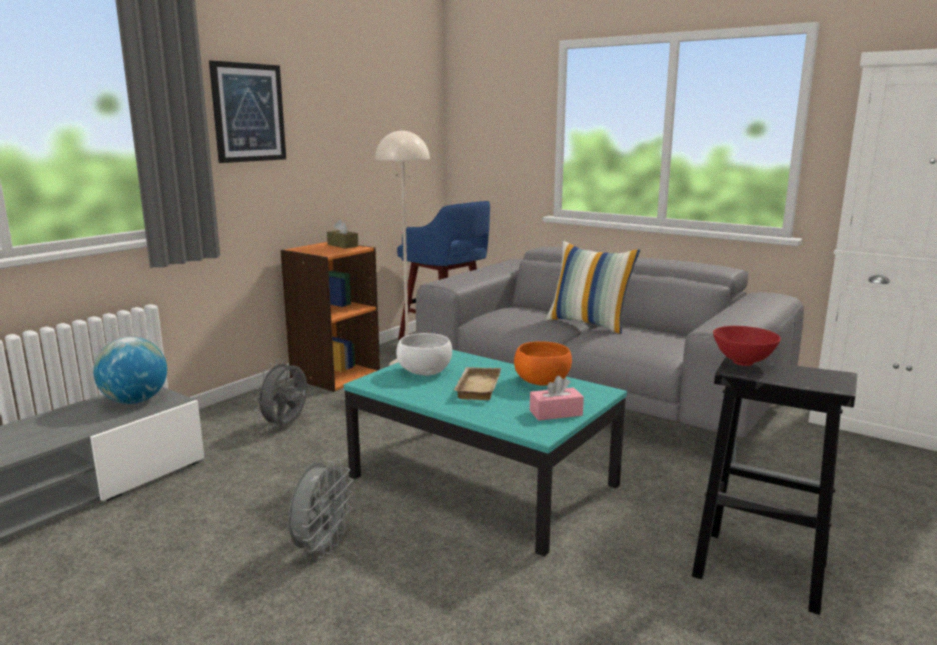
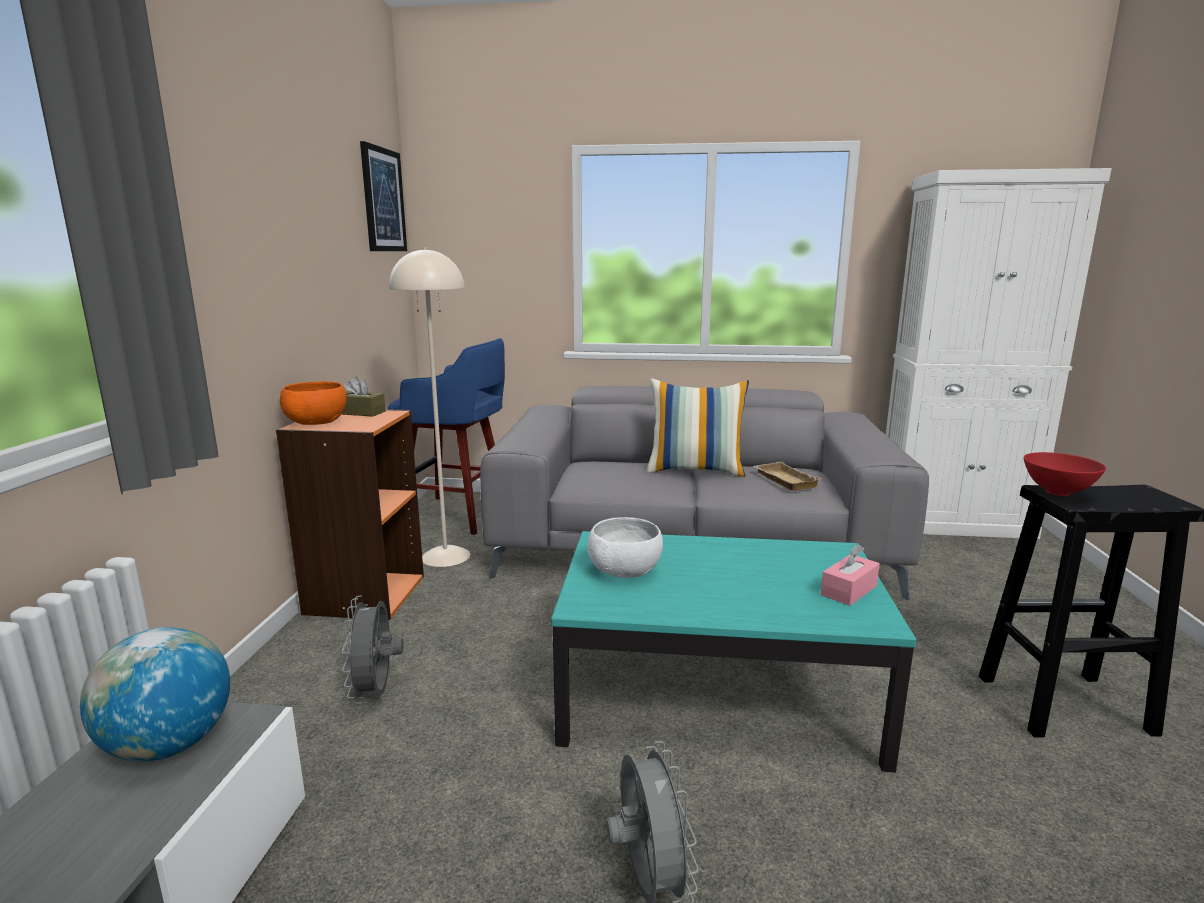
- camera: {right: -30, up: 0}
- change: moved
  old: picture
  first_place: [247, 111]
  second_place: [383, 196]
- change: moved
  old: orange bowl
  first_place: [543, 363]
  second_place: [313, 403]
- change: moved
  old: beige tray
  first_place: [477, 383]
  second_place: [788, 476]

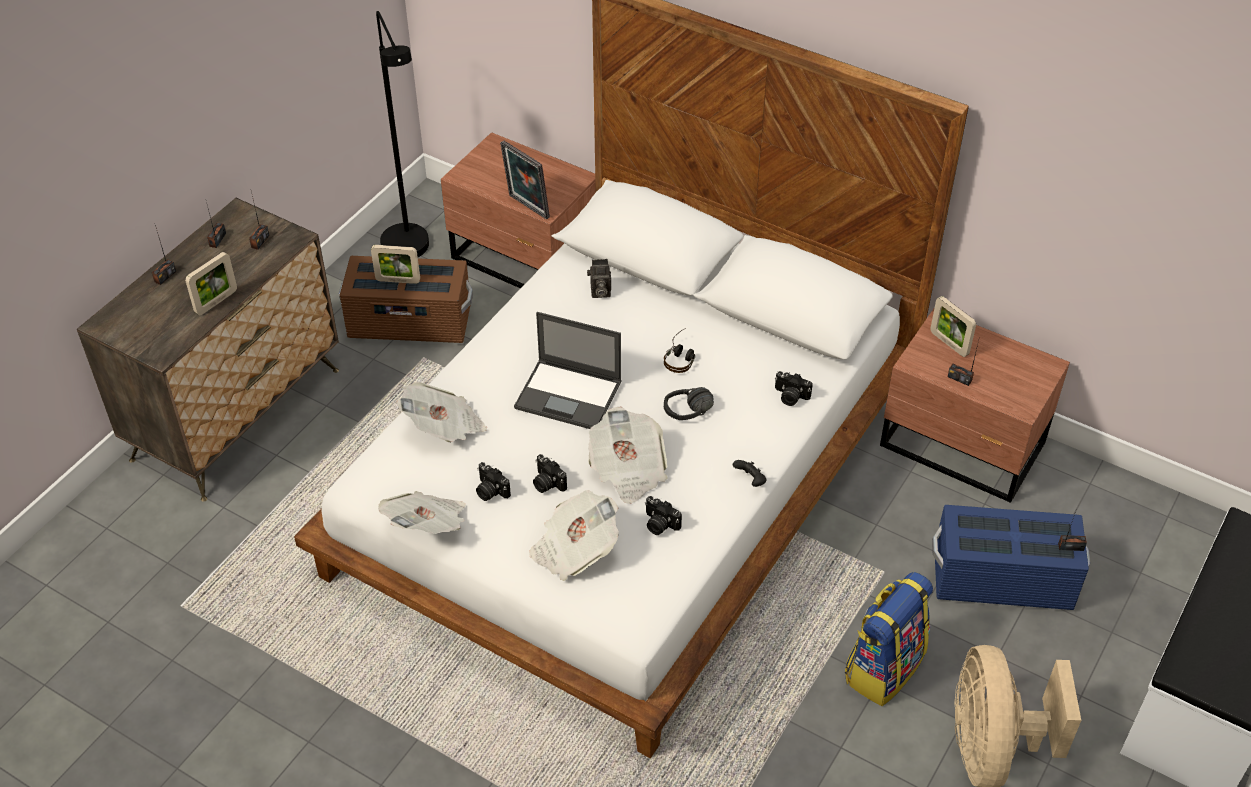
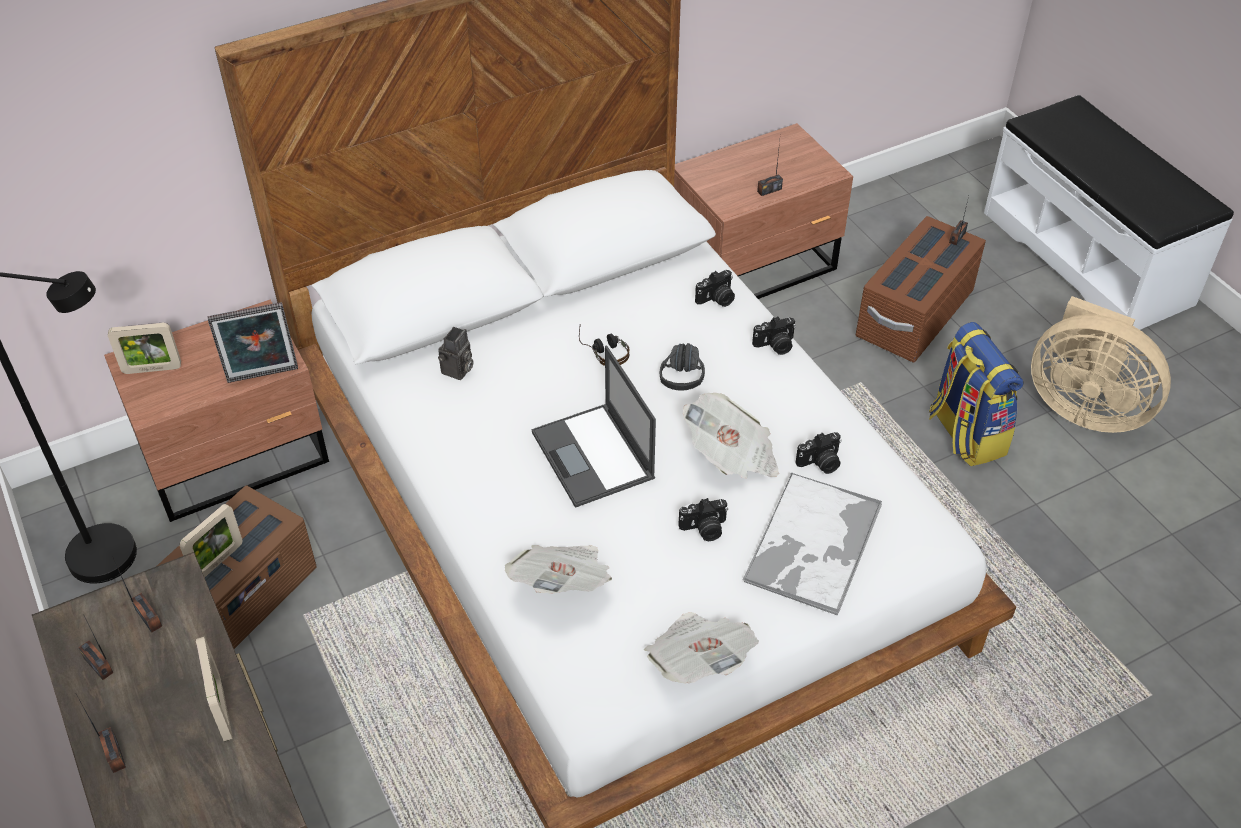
- camera: {right: -60, up: 0}
- change: moved
  old: picture frame
  first_place: [953, 326]
  second_place: [144, 348]
- change: turned
  old: laptop
  first_place: [568, 370]
  second_place: [594, 427]
  degrees: 105
- change: removed
  old: black game controller
  first_place: [749, 473]
- change: moved
  old: photo camera
  first_place: [493, 481]
  second_place: [774, 335]
- change: replaced
  old: newspaper
  new: tray
  first_place: [574, 535]
  second_place: [812, 544]
- change: recoloured
  old: blue storage box
  new: brown storage box
  first_place: [1011, 557]
  second_place: [921, 289]

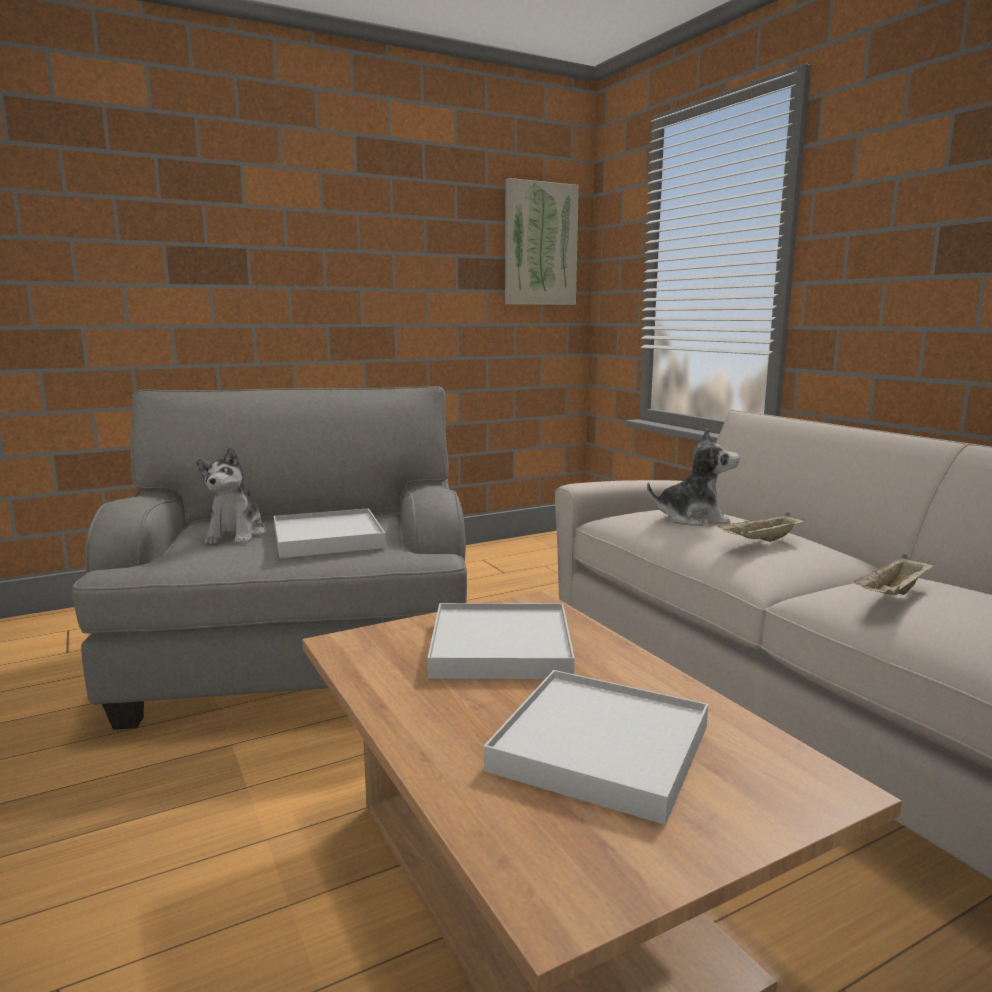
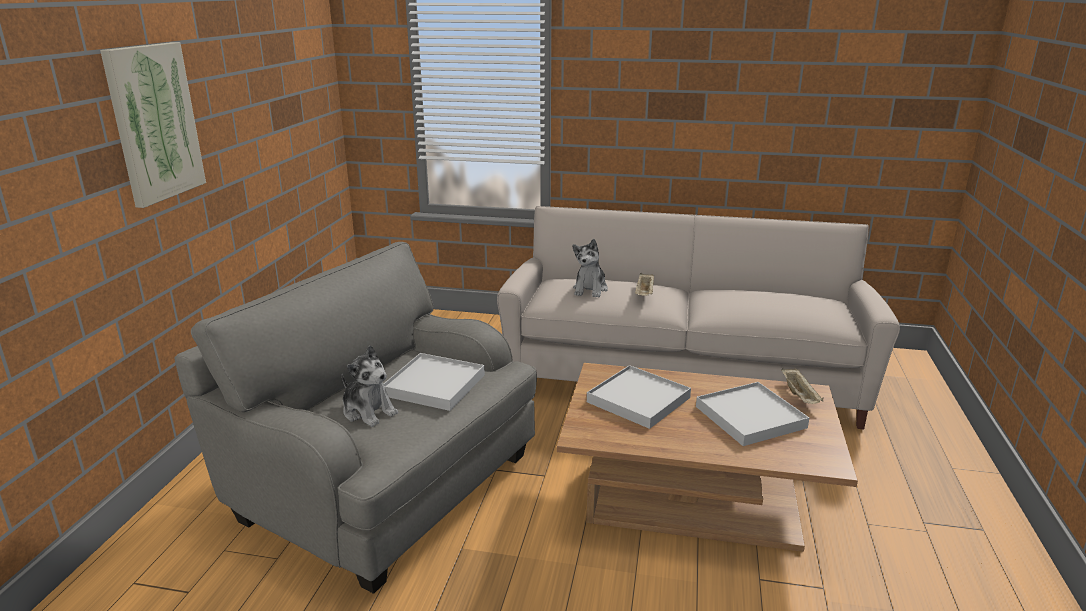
- camera: {right: -50, up: 10}
- change: moved
  old: picture
  first_place: [542, 241]
  second_place: [153, 125]
- change: turned
  old: plush toy
  first_place: [693, 477]
  second_place: [590, 268]
  degrees: 150
- change: moved
  old: beige tray
  first_place: [894, 574]
  second_place: [802, 386]

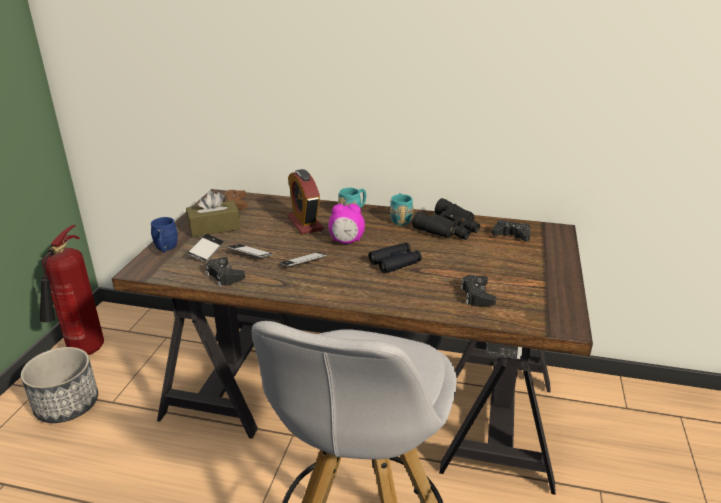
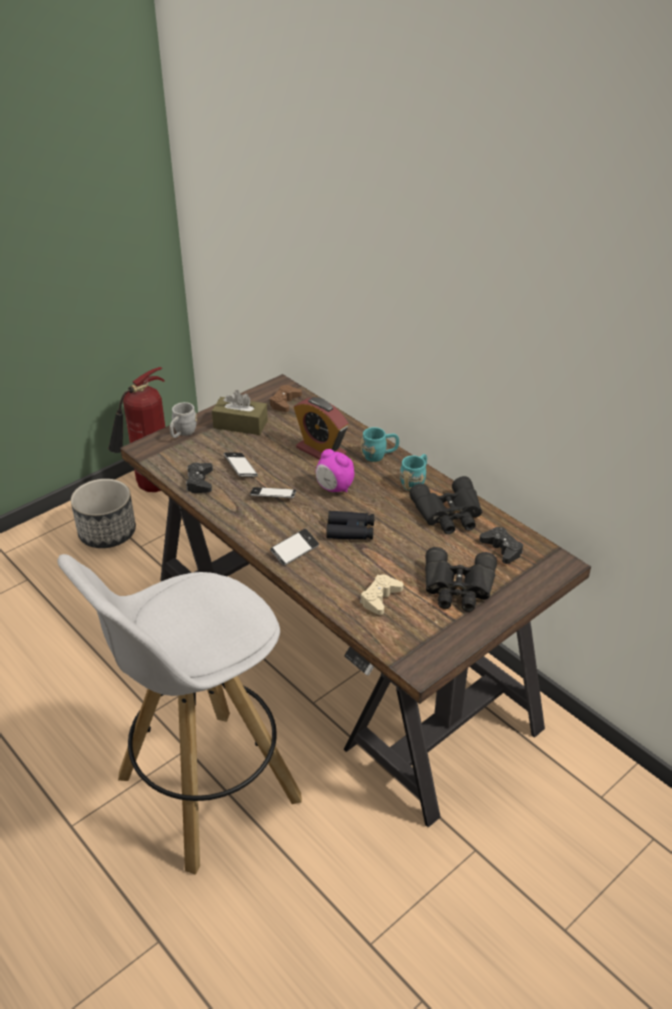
- camera: {right: 35, up: 10}
- change: turned
  old: alarm clock
  first_place: [305, 201]
  second_place: [321, 428]
  degrees: -60
- change: recoloured
  old: blue mug
  new: grey mug
  first_place: [164, 235]
  second_place: [183, 420]
- change: moved
  old: phone
  first_place: [205, 248]
  second_place: [294, 547]
- change: recoloured
  old: black game controller
  new: beige game controller
  first_place: [478, 291]
  second_place: [381, 595]
- change: added
  new: black binoculars
  second_place: [461, 579]

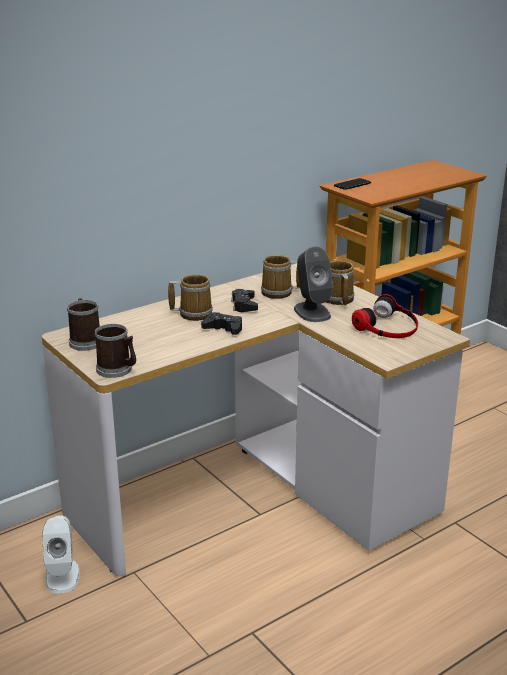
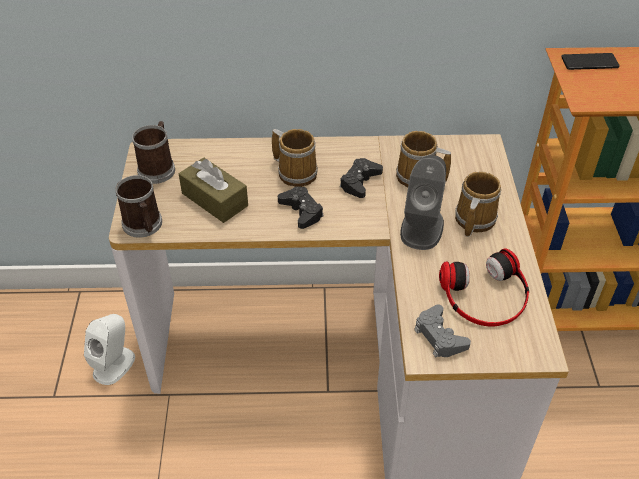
- camera: {right: 35, up: 20}
- change: added
  new: brown tissue box
  second_place: [213, 190]
- change: added
  new: grey game controller
  second_place: [442, 330]

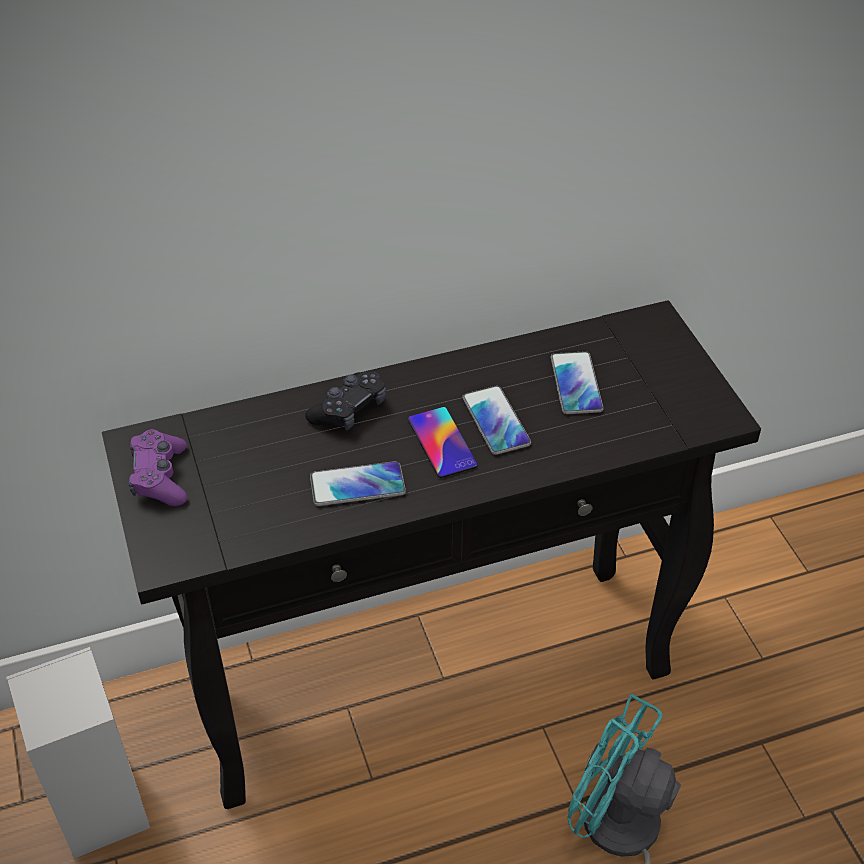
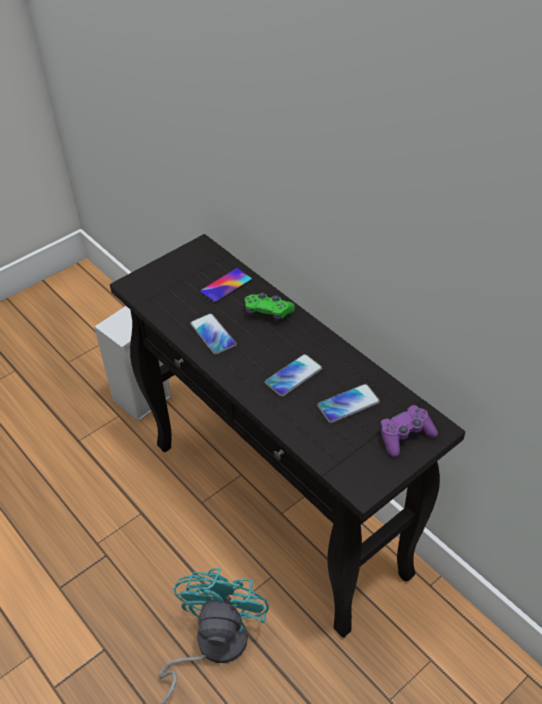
- camera: {right: 70, up: 0}
- change: recoloured
  old: black game controller
  new: green game controller
  first_place: [345, 401]
  second_place: [270, 307]
- change: moved
  old: phone
  first_place: [443, 442]
  second_place: [226, 285]
- change: moved
  old: purple game controller
  first_place: [157, 467]
  second_place: [409, 431]

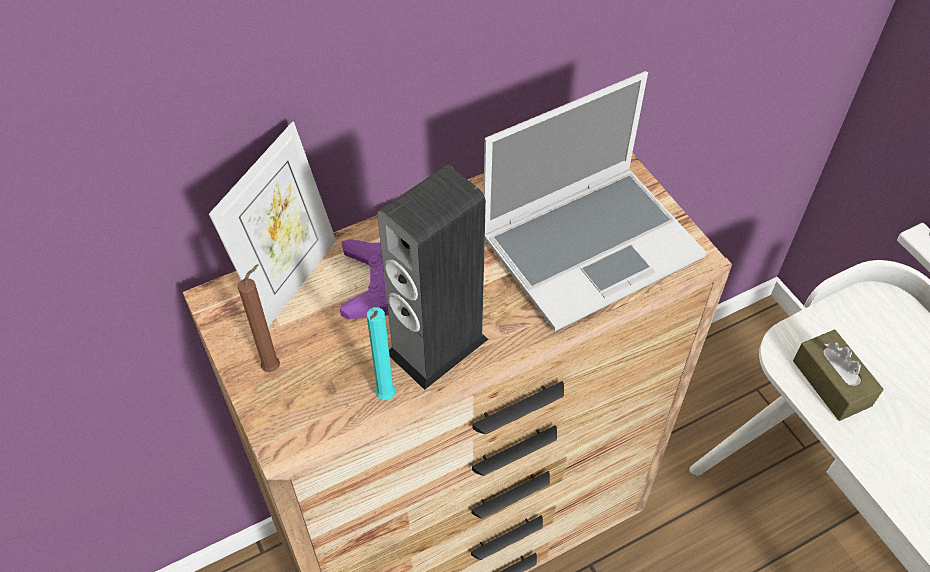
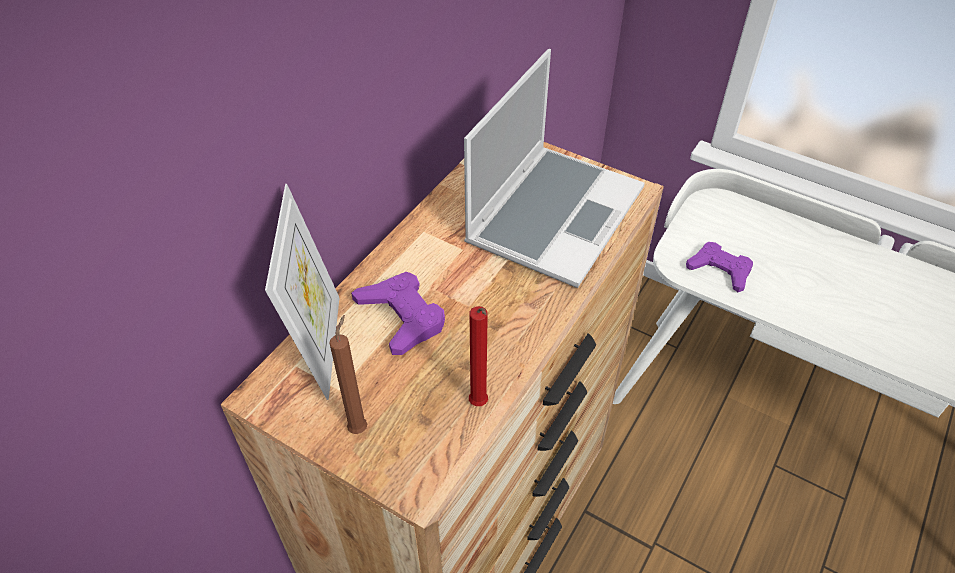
- camera: {right: -30, up: -5}
- change: removed
  old: speaker
  first_place: [432, 277]
- change: recoloured
  old: turquoise candle
  new: red candle
  first_place: [381, 353]
  second_place: [478, 356]
- change: replaced
  old: brown tissue box
  new: purple game controller
  first_place: [838, 375]
  second_place: [719, 267]

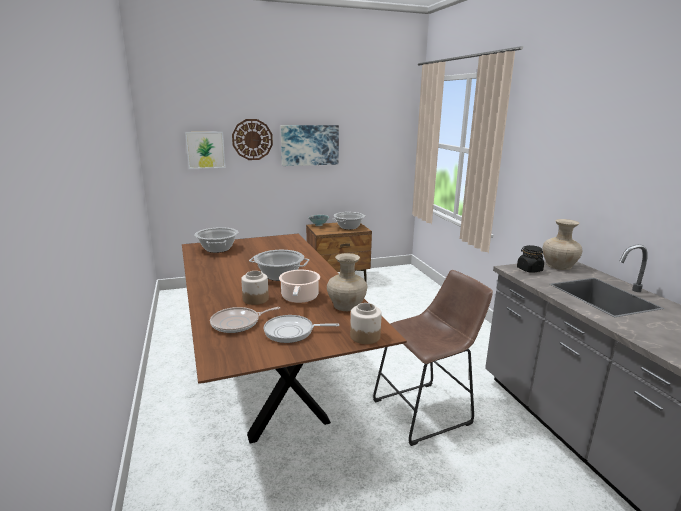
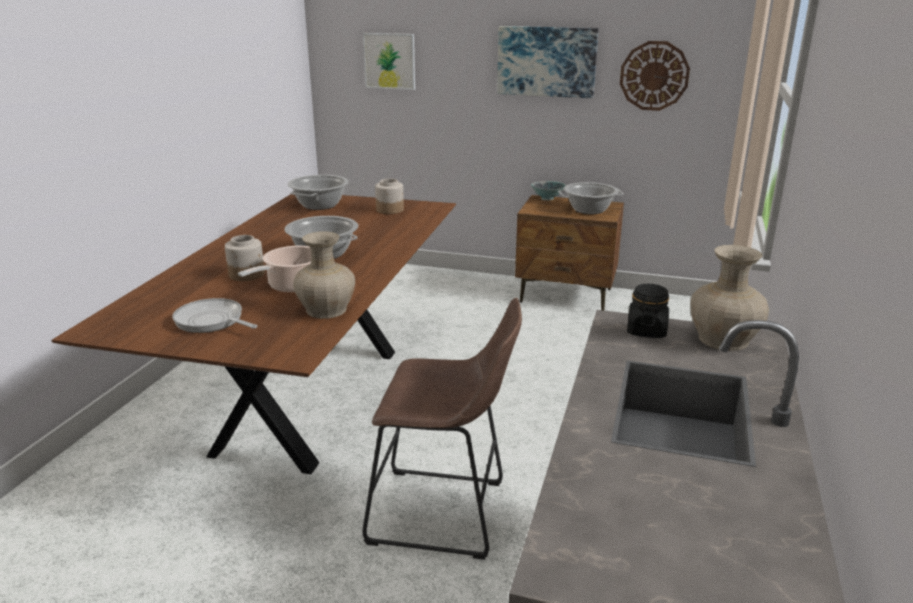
- camera: {right: 35, up: 5}
- change: moved
  old: wall clock
  first_place: [252, 139]
  second_place: [655, 76]
- change: moved
  old: jar
  first_place: [366, 323]
  second_place: [389, 196]
- change: removed
  old: frying pan
  first_place: [245, 320]

